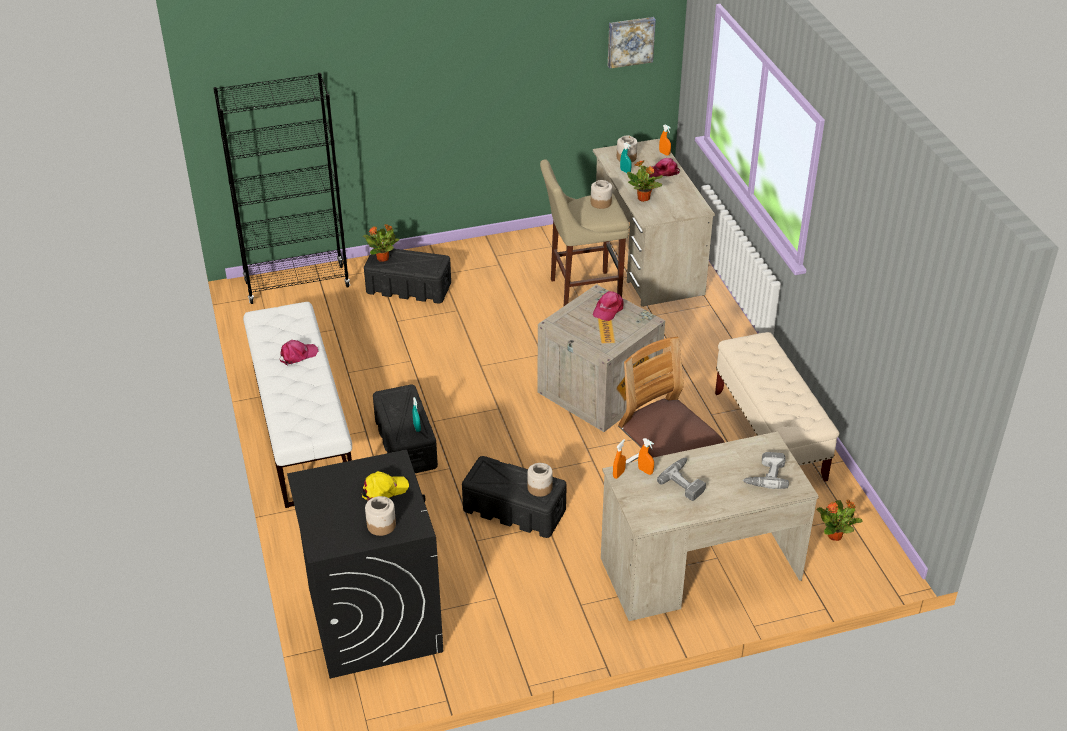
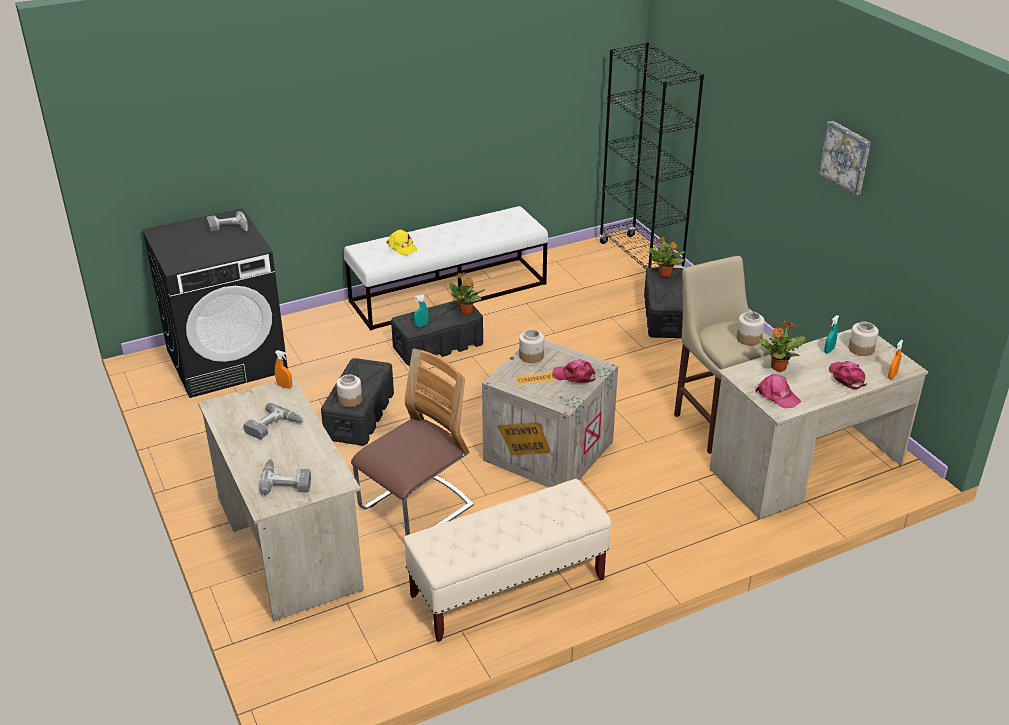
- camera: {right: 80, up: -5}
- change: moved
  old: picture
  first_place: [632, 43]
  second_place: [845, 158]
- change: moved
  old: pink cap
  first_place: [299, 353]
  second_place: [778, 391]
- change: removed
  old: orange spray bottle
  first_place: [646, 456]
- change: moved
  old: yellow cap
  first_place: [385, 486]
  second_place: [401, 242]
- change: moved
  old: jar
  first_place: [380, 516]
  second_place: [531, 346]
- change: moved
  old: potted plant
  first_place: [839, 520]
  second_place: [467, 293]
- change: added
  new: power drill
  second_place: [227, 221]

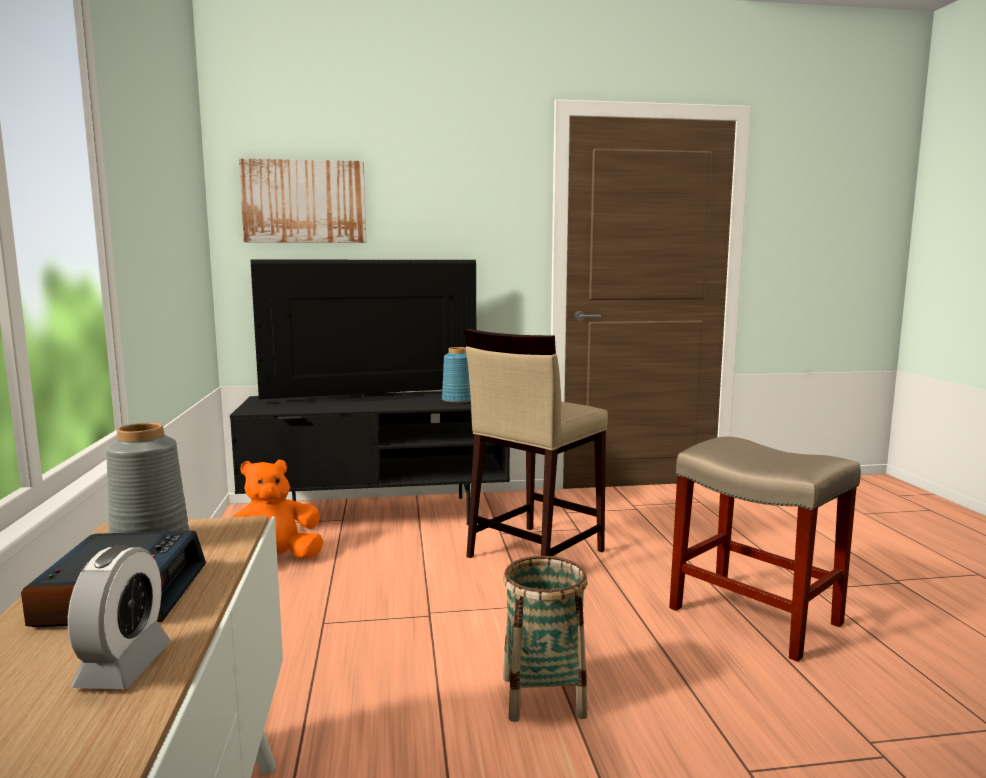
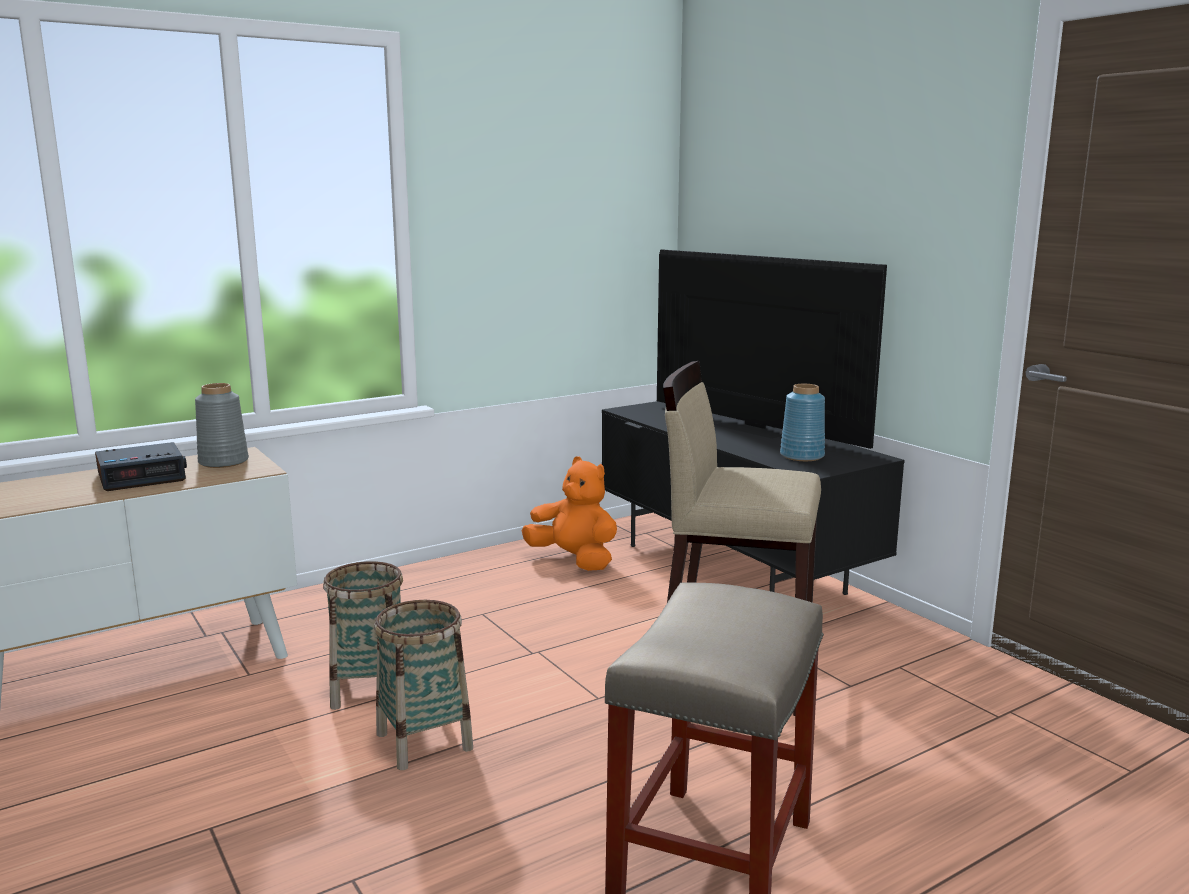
- camera: {right: 65, up: 5}
- change: removed
  old: picture
  first_place: [302, 200]
- change: removed
  old: alarm clock
  first_place: [119, 617]
- change: added
  new: basket
  second_place: [363, 635]

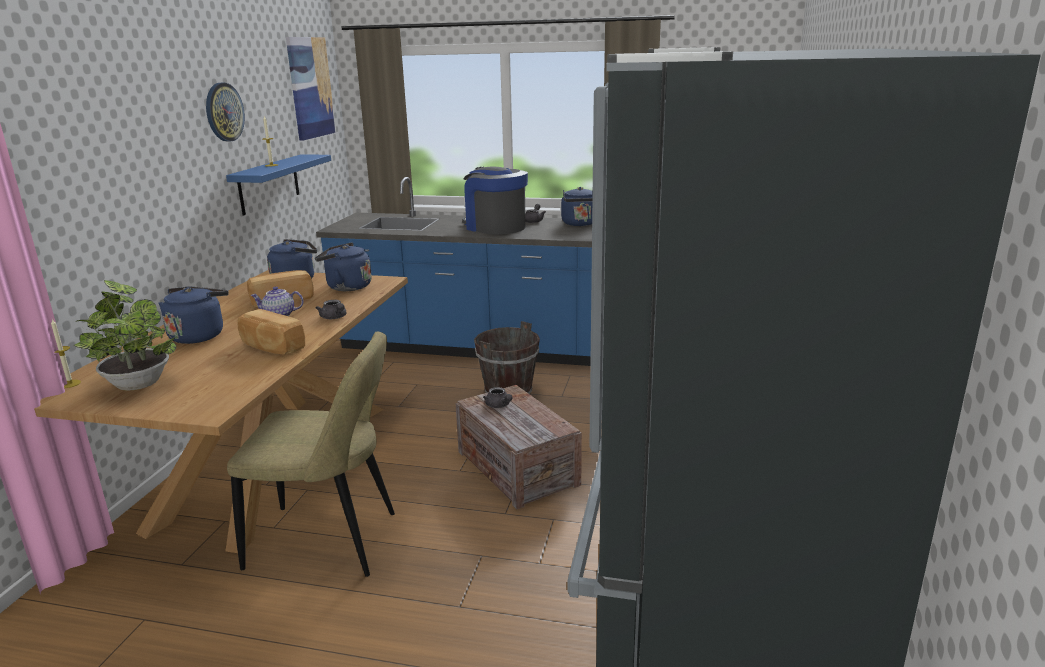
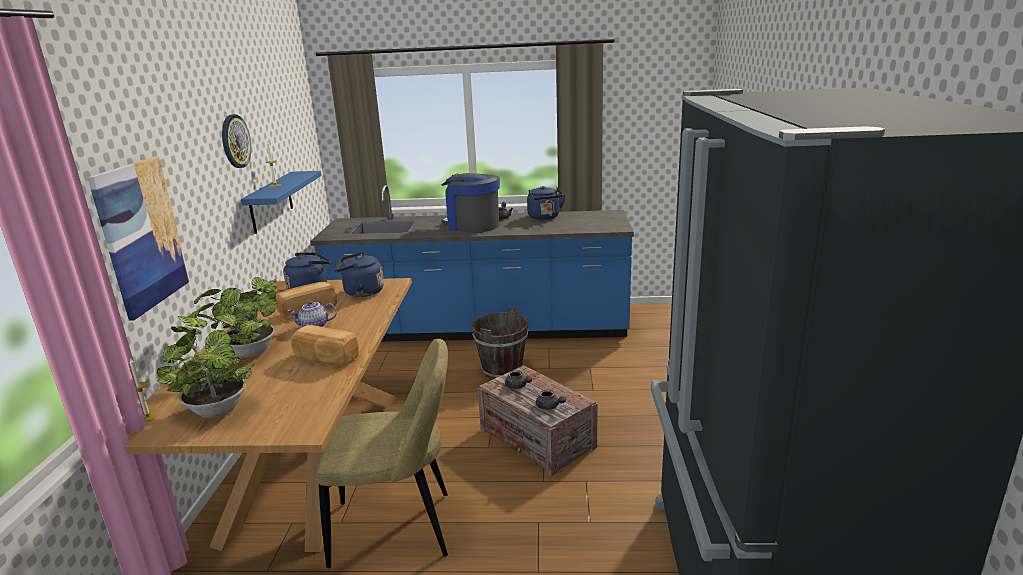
- camera: {right: -10, up: 0}
- change: moved
  old: picture
  first_place: [311, 89]
  second_place: [138, 238]
- change: replaced
  old: blue kettle
  new: potted plant
  first_place: [193, 315]
  second_place: [233, 317]
- change: moved
  old: grey teapot
  first_place: [331, 309]
  second_place: [551, 399]

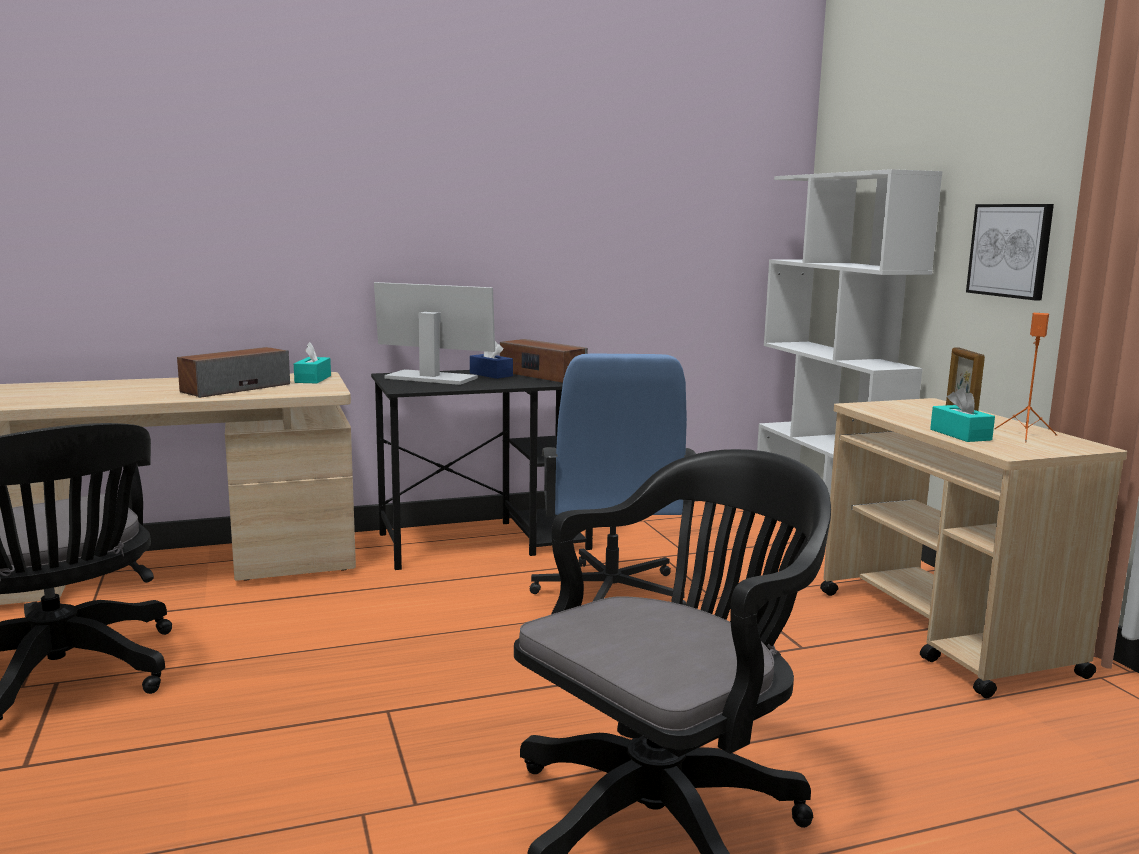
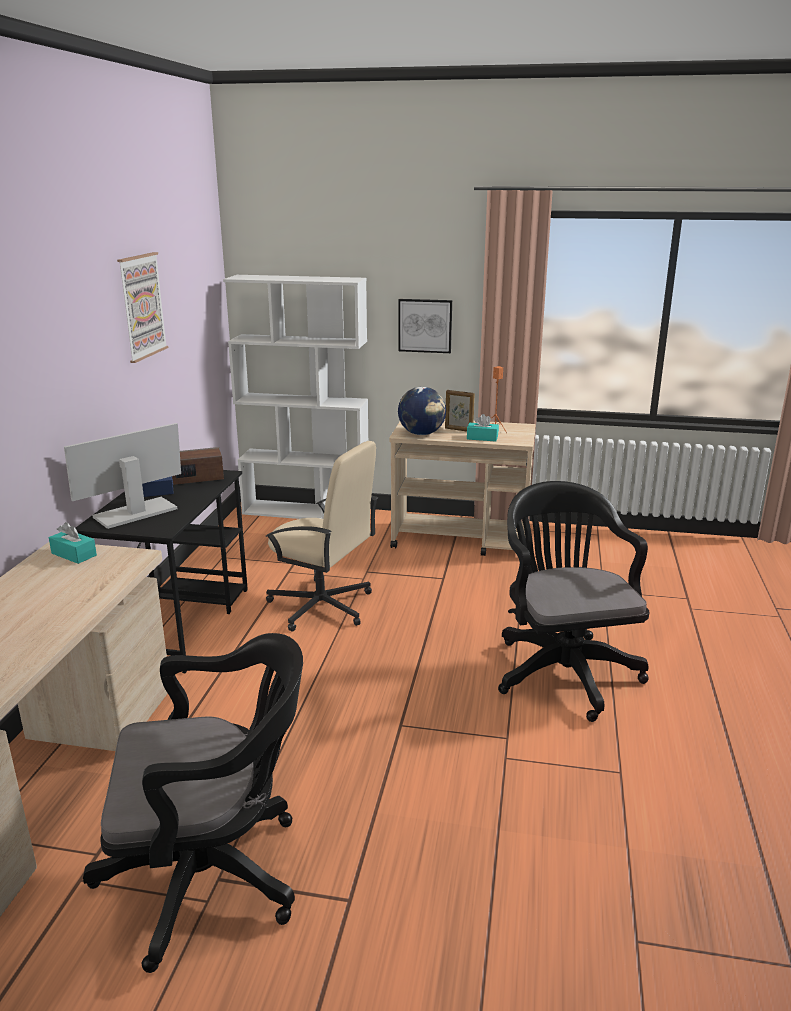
- camera: {right: -60, up: 10}
- change: removed
  old: speaker
  first_place: [233, 372]
- change: recoloured
  old: blue office chair
  new: beige office chair
  first_place: [613, 479]
  second_place: [321, 536]
- change: added
  new: picture
  second_place: [143, 307]
- change: added
  new: globe
  second_place: [422, 411]

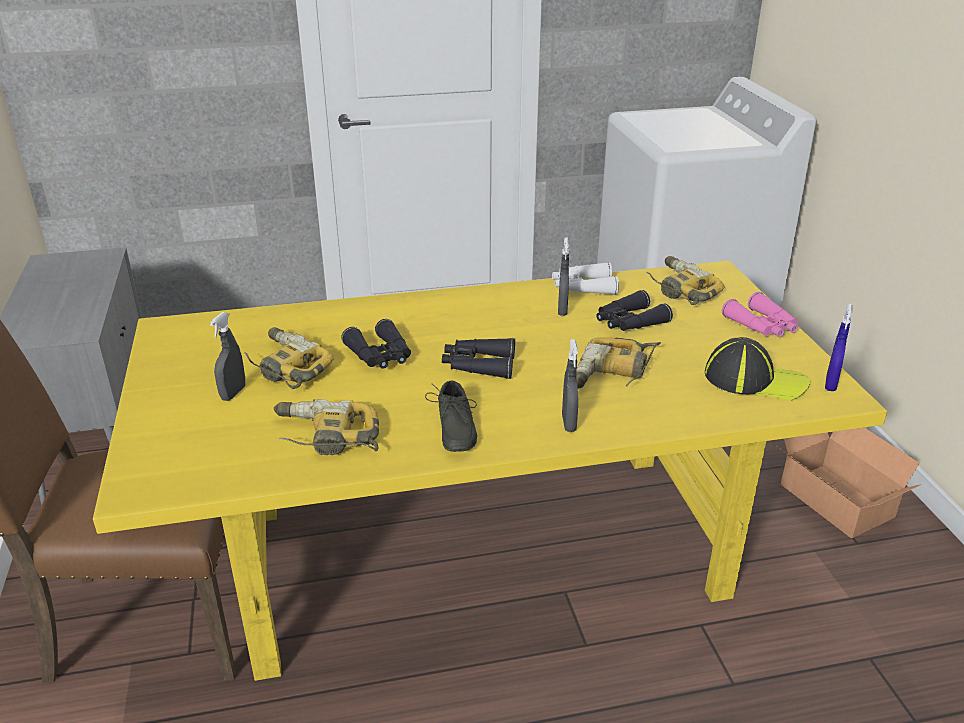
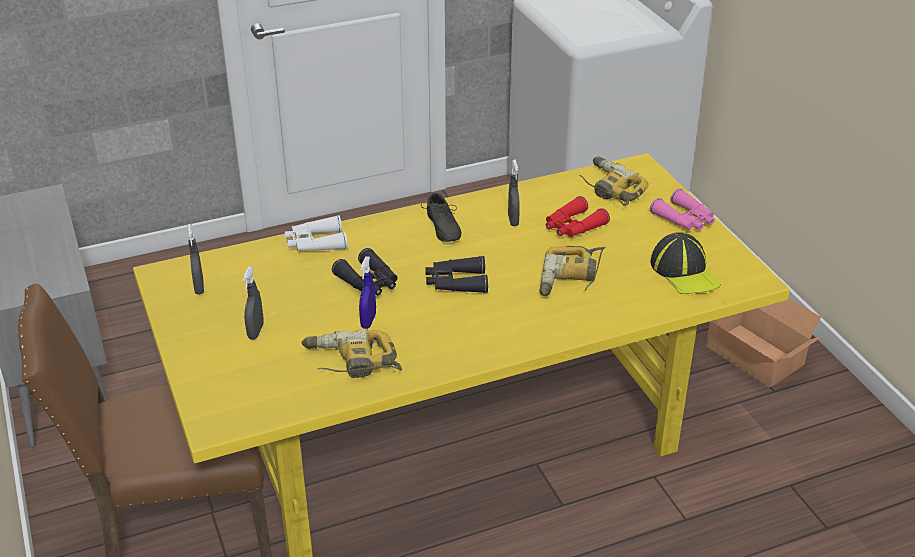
- camera: {right: -10, up: 5}
- change: moved
  old: white binoculars
  first_place: [585, 278]
  second_place: [316, 233]
- change: recoloured
  old: black binoculars
  new: red binoculars
  first_place: [634, 310]
  second_place: [578, 216]
- change: moved
  old: blue spray bottle
  first_place: [839, 347]
  second_place: [367, 292]
- change: removed
  old: power drill
  first_place: [289, 358]
- change: turned
  old: cap
  first_place: [757, 369]
  second_place: [686, 263]
  degrees: 60
- change: moved
  old: grey spray bottle
  first_place: [570, 385]
  second_place: [195, 259]
- change: moved
  old: grey shoe
  first_place: [451, 416]
  second_place: [441, 217]

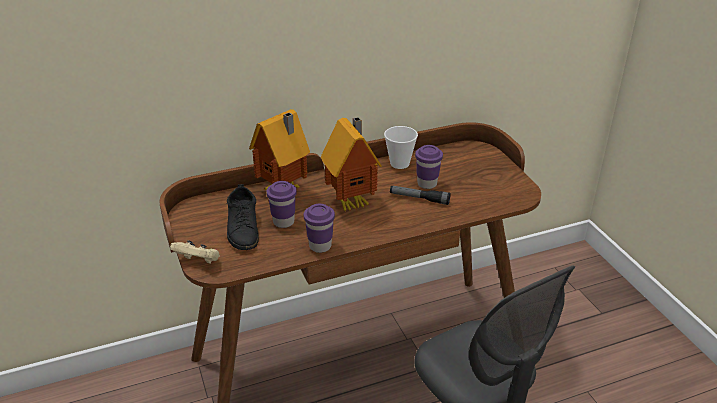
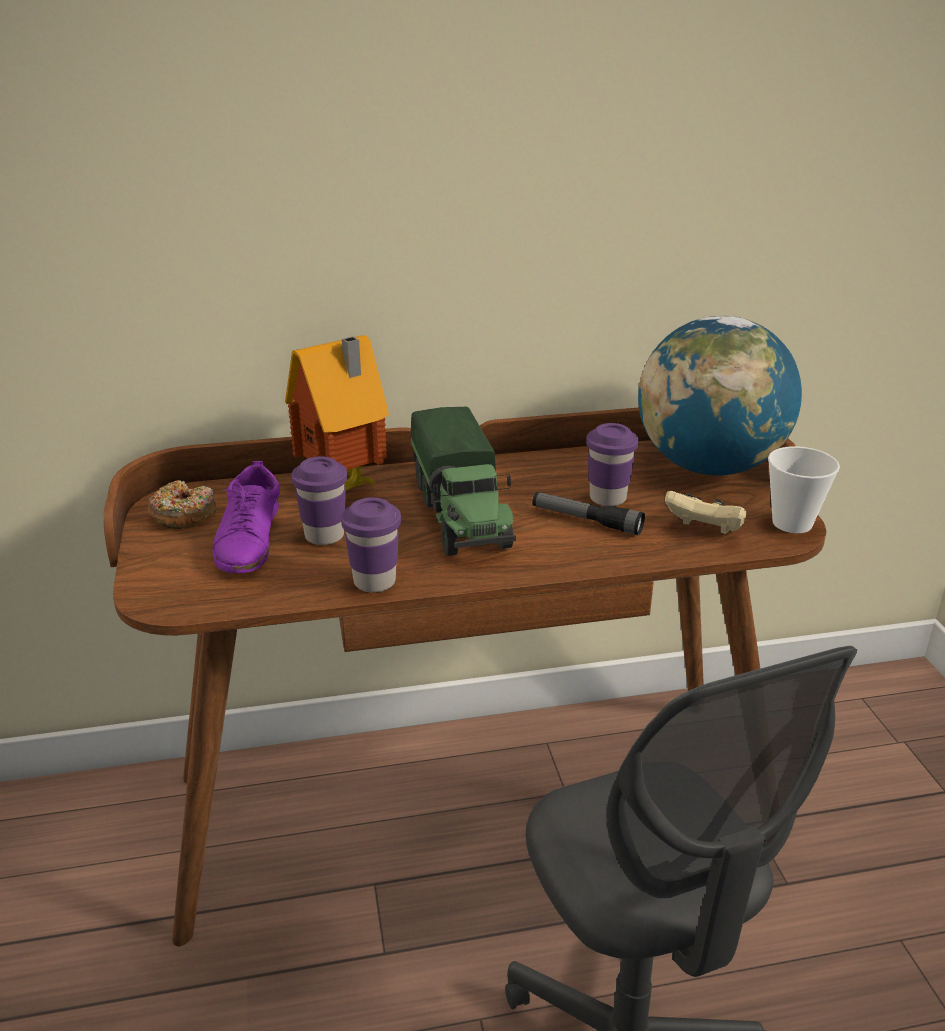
- camera: {right: 10, up: -5}
- change: replaced
  old: toy house
  new: toy truck
  first_place: [351, 164]
  second_place: [463, 481]
- change: moved
  old: cup
  first_place: [401, 147]
  second_place: [804, 489]
- change: recoloured
  old: black shoe
  new: purple shoe
  first_place: [243, 217]
  second_place: [246, 517]
- change: moved
  old: beige game controller
  first_place: [195, 252]
  second_place: [705, 512]
- change: added
  new: globe
  second_place: [720, 396]
- change: added
  new: donut
  second_place: [182, 504]

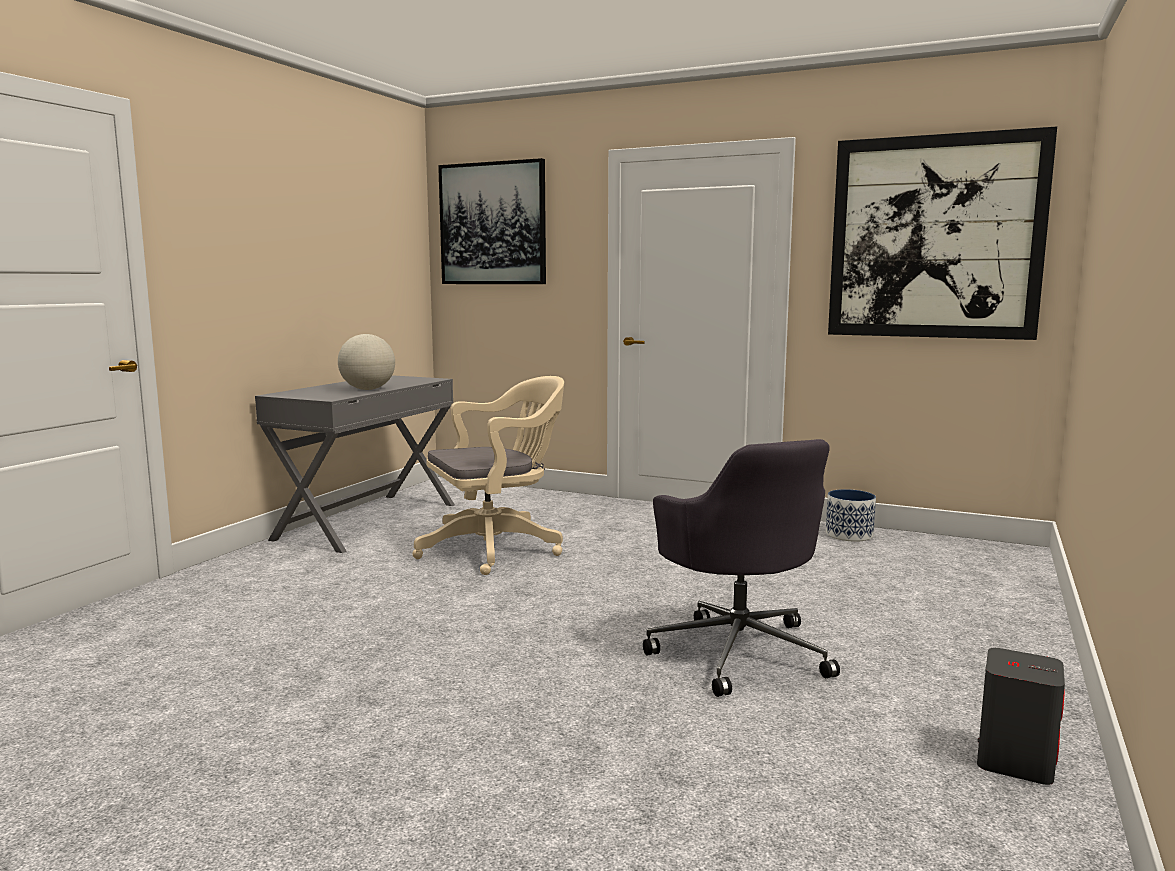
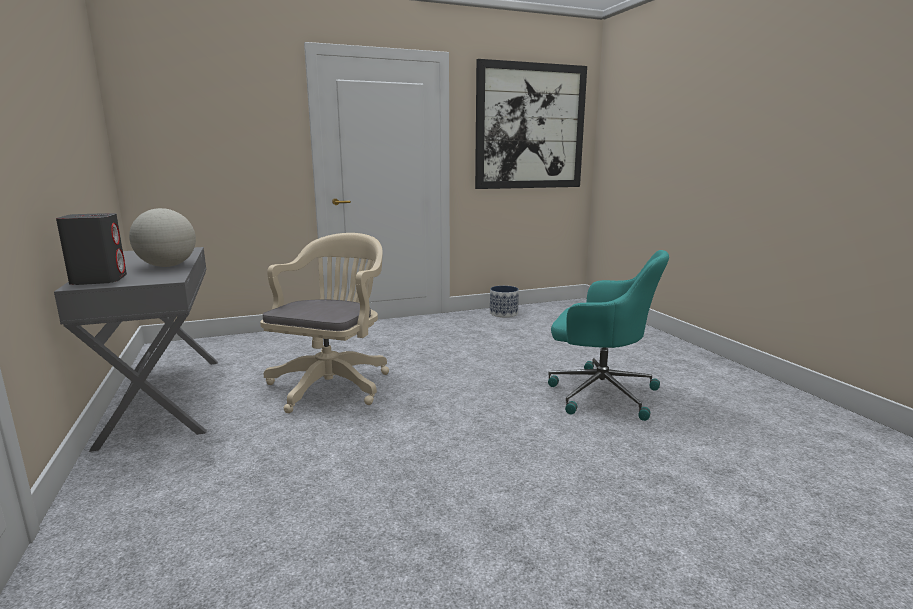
- camera: {right: -45, up: 5}
- change: removed
  old: picture
  first_place: [492, 221]
- change: recoloured
  old: grey office chair
  new: turquoise office chair
  first_place: [741, 568]
  second_place: [608, 335]
- change: moved
  old: grey speaker
  first_place: [1021, 716]
  second_place: [91, 249]

